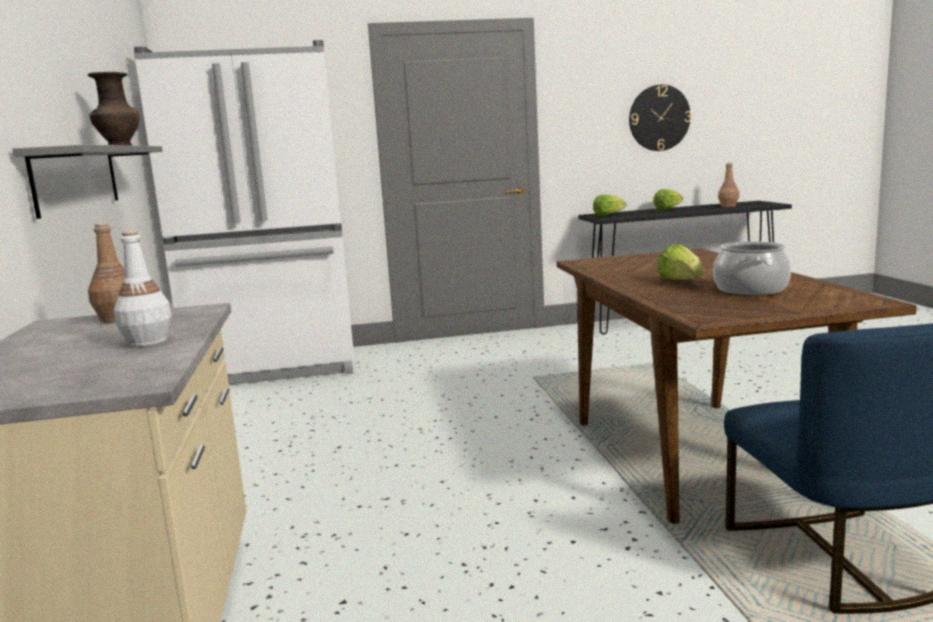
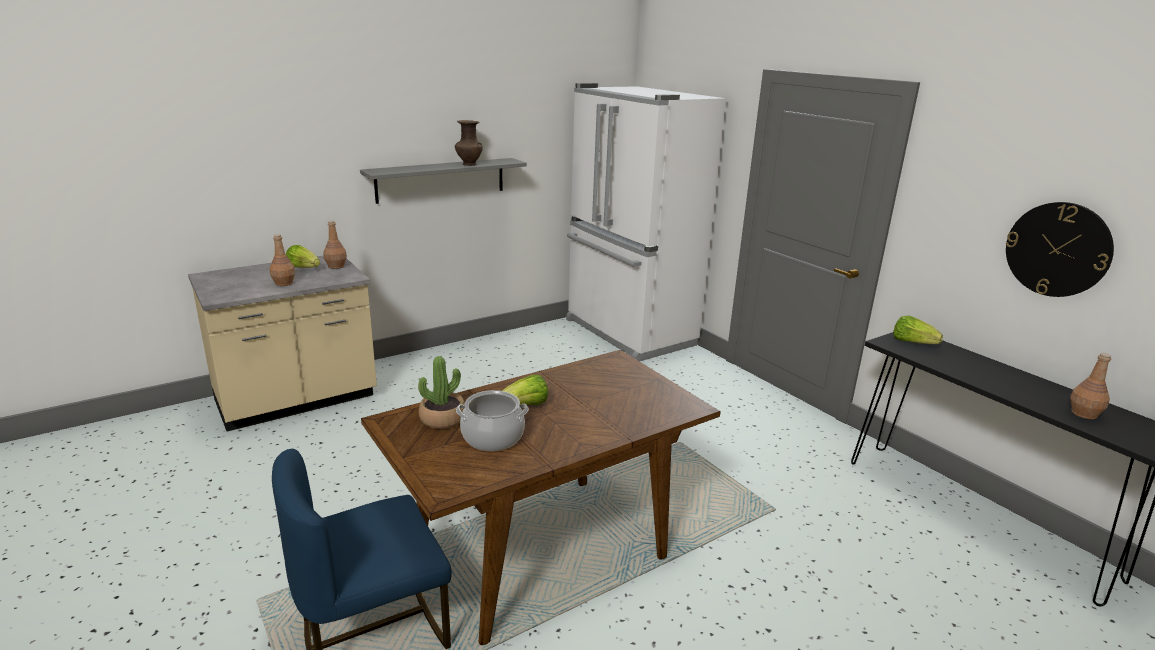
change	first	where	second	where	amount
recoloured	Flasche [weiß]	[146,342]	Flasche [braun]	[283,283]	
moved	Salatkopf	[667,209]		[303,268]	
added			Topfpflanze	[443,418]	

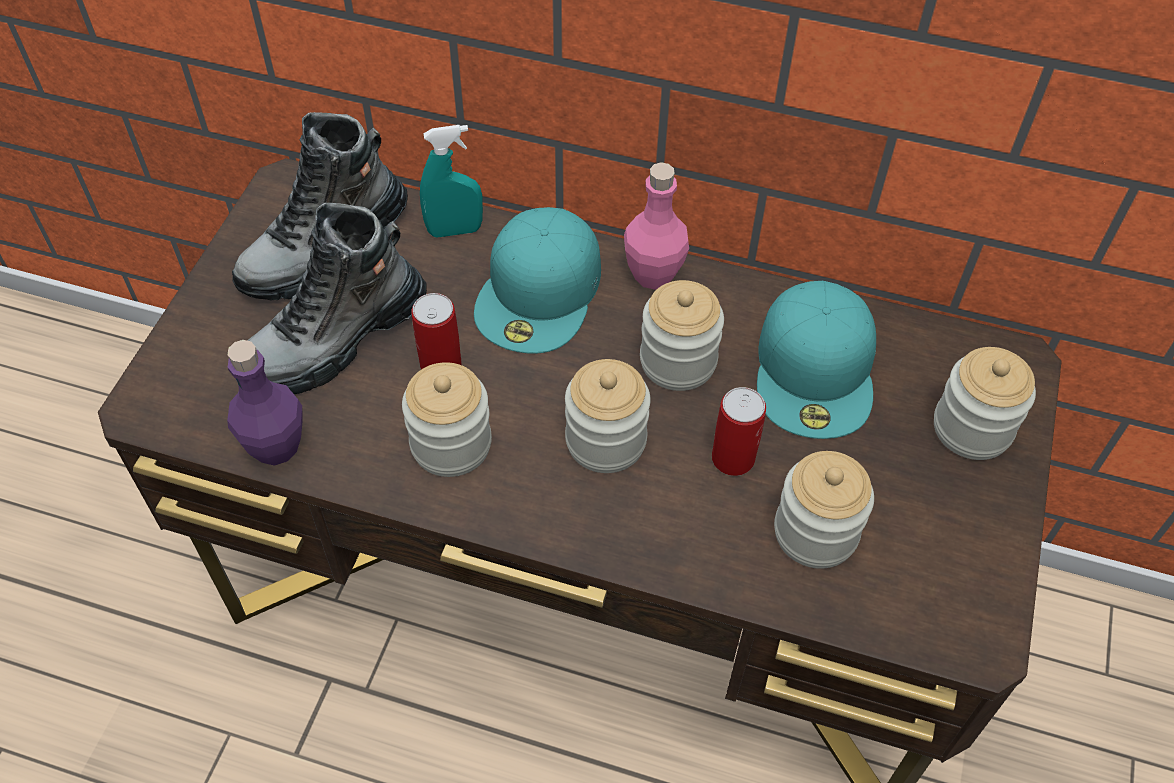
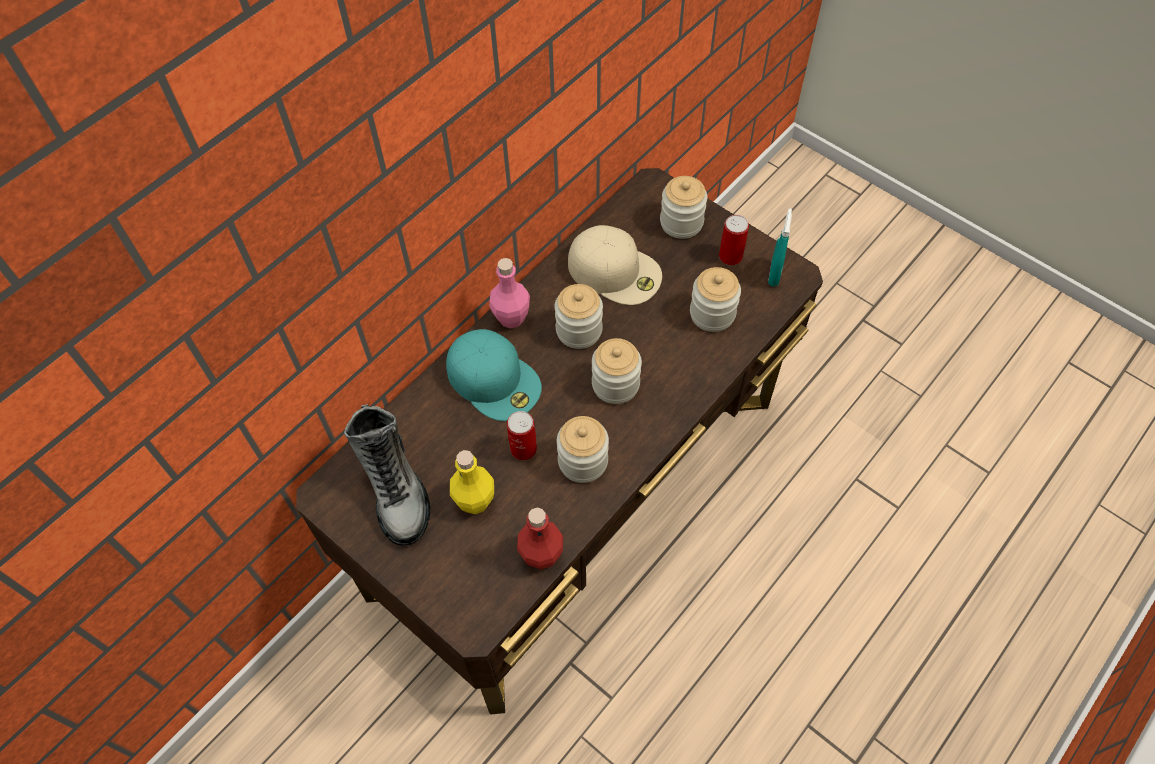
change	first	where	second	where	amount
recoloured	Flasche [lila]	[276,446]	Flasche [rot]	[541,556]	
replaced	Stiefel	[334,340]	Flasche [gelb]	[475,501]	
moved	Sprühflasche [türkis]	[454,230]		[774,274]	
moved	Dose	[733,458]		[730,256]	
recoloured	Kappe [türkis]	[816,370]	Kappe [beige]	[615,270]	

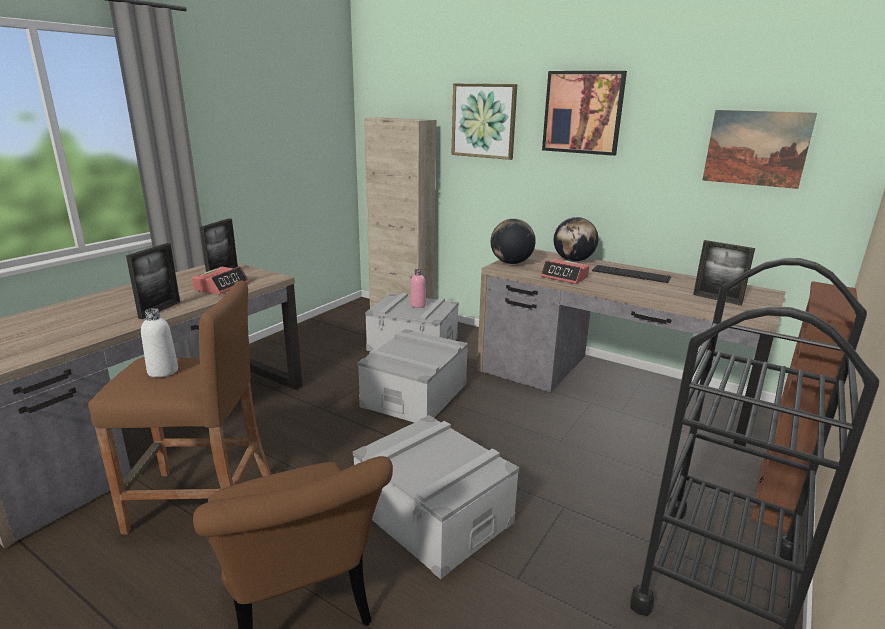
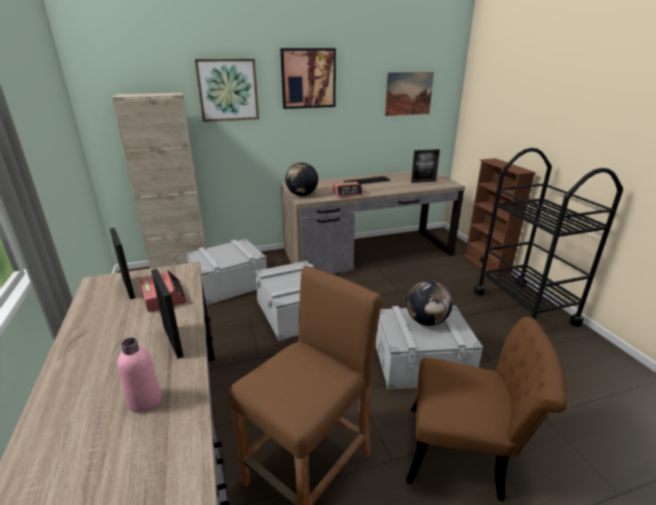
change	first	where	second	where	amount
removed	Flasche [weiß]	[163,371]			
moved	Flasche [rosa]	[418,305]		[145,401]	
moved	Globus	[573,260]		[426,321]	

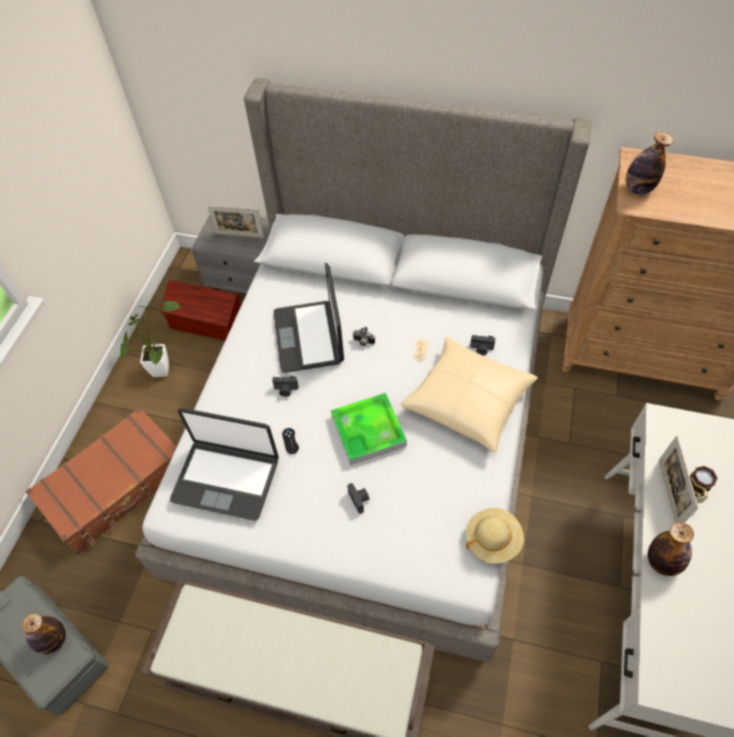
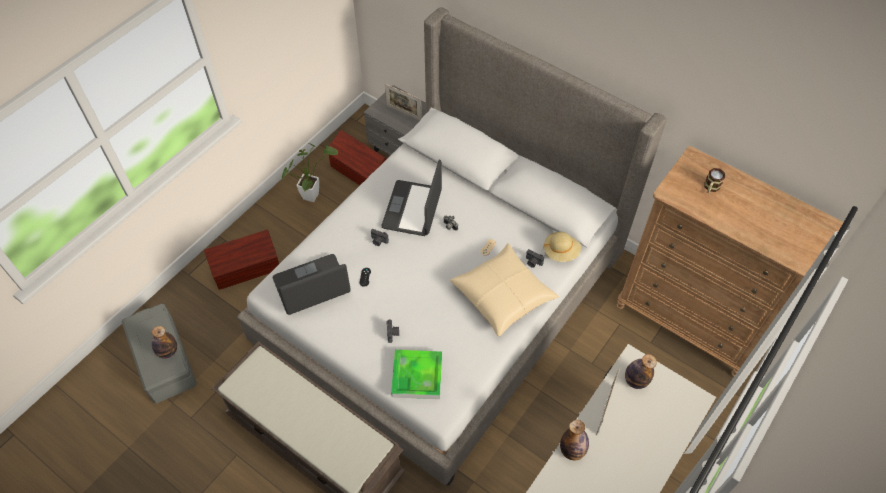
change	first	where	second	where	amount
replaced	Koffer [braun]	[116,485]	Aufbewahrungsbox [braun]	[247,269]	
turned	Laptop	[226,478]		[312,286]	120 degrees clockwise
moved	Tablett	[368,431]		[417,376]	
moved	Hut [beige]	[492,540]		[561,251]	
moved	Flasche	[638,189]		[635,380]	
moved	Henkelbecher	[696,491]		[710,188]	

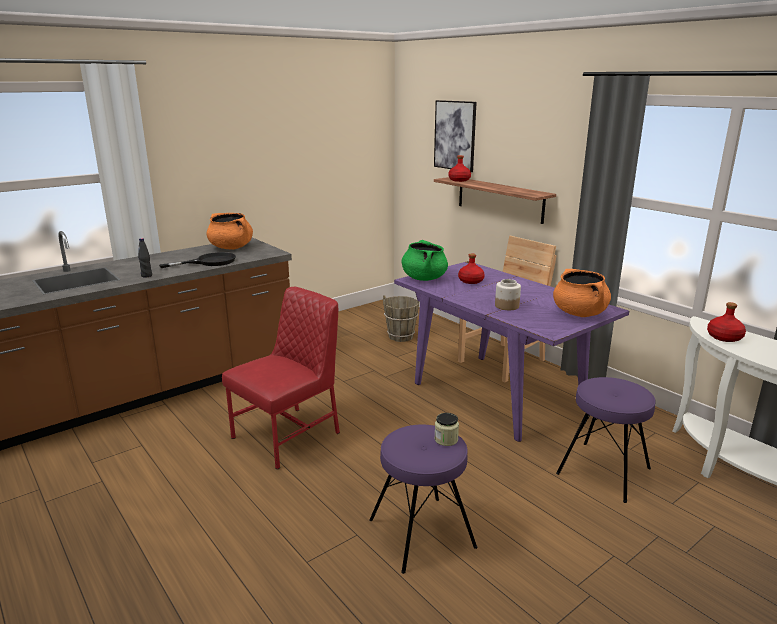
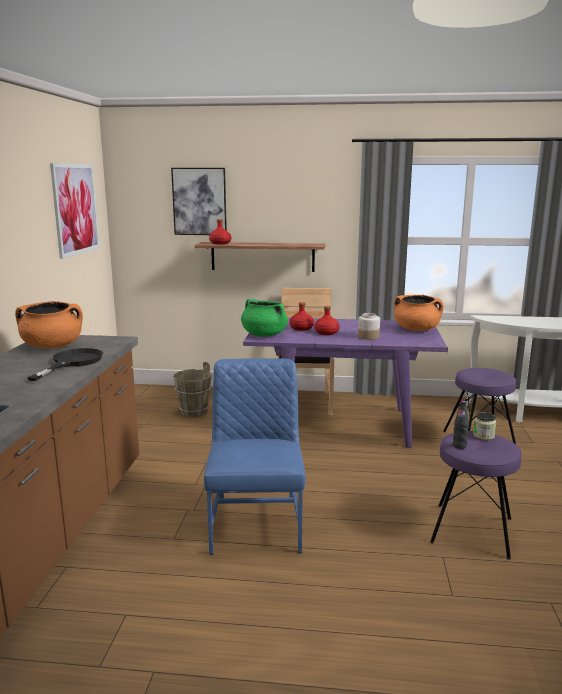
change	first	where	second	where	amount
moved	Flasche [schwarz]	[146,276]		[459,446]	
recoloured	Stuhl [rot]	[289,435]	Stuhl [blau]	[256,524]	
moved	Flasche [rot]	[724,337]		[326,333]	
added			Bild	[75,209]	

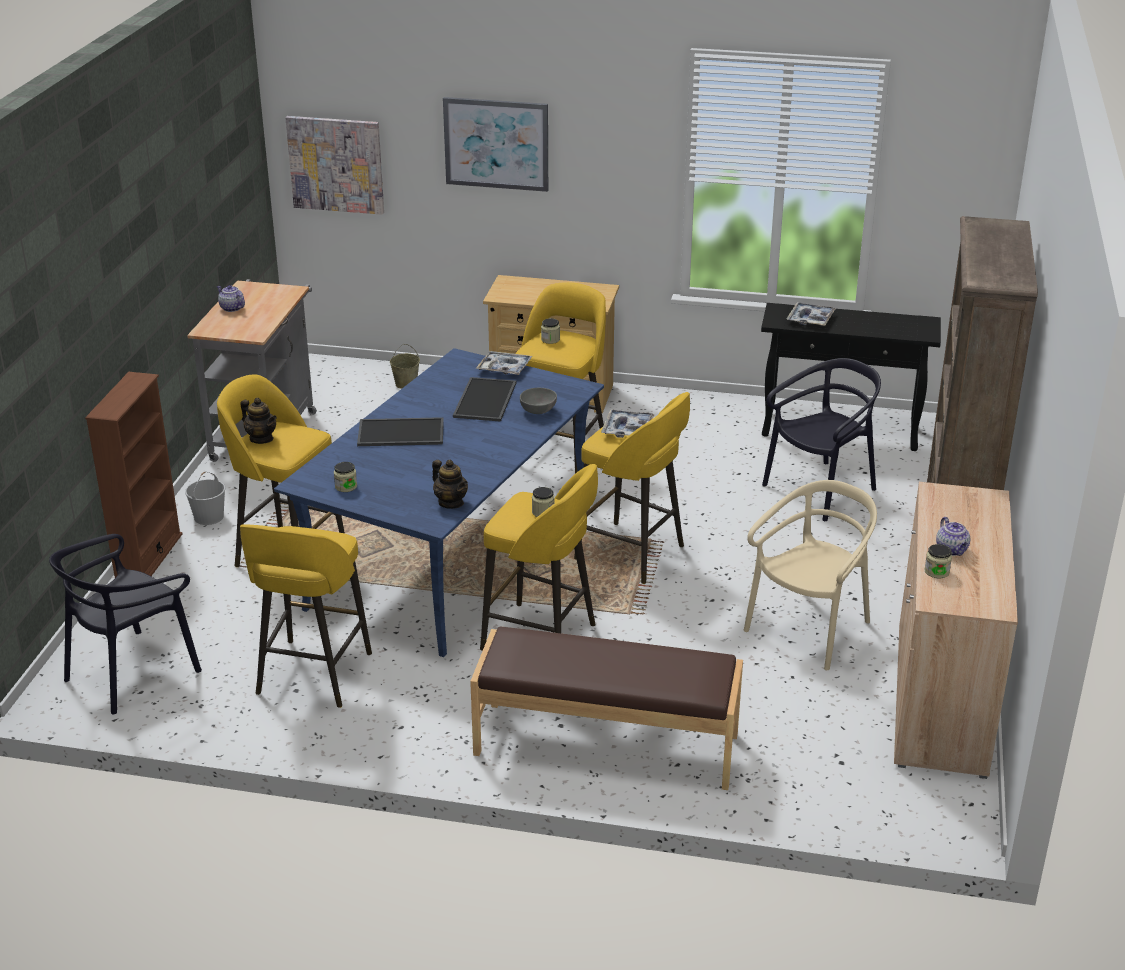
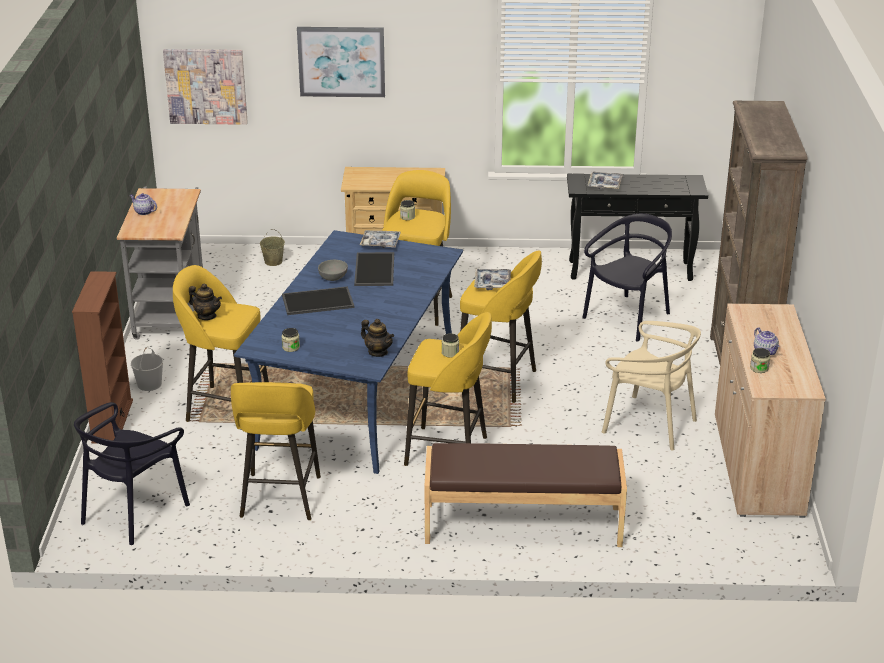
change	first	where	second	where	amount
moved	Schüssel [grau]	[539,411]		[333,278]	
turned	Stuhl [beige]	[809,630]		[649,424]	90 degrees clockwise

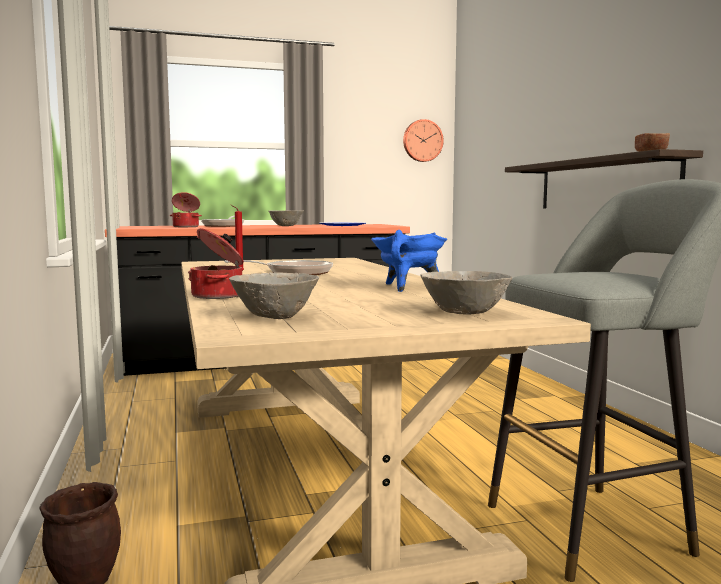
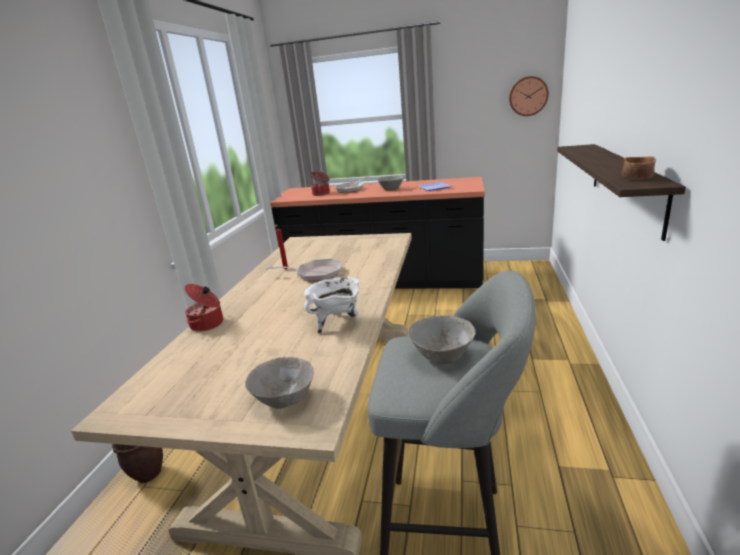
change	first	where	second	where	amount
moved	Schüssel [grau]	[276,316]		[443,356]	
recoloured	Kochtopf [blau]	[407,287]	Kochtopf [weiß]	[337,323]	

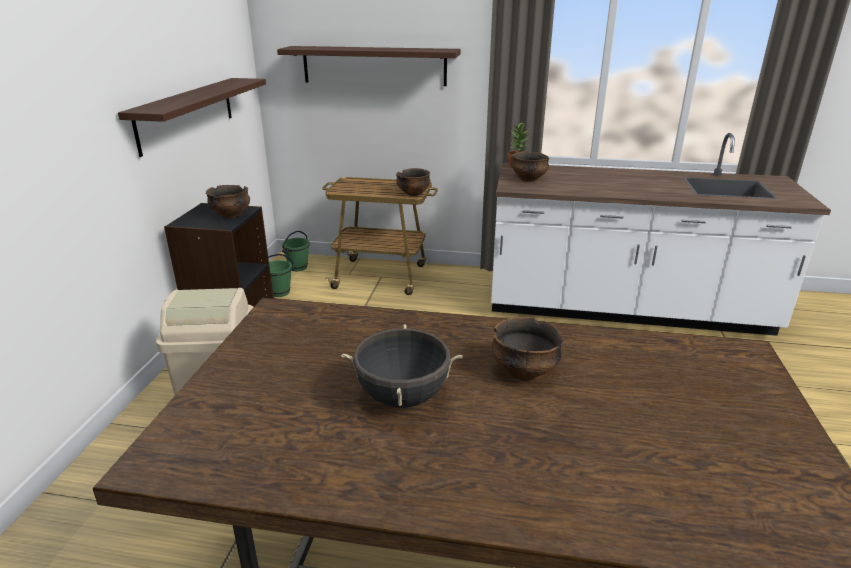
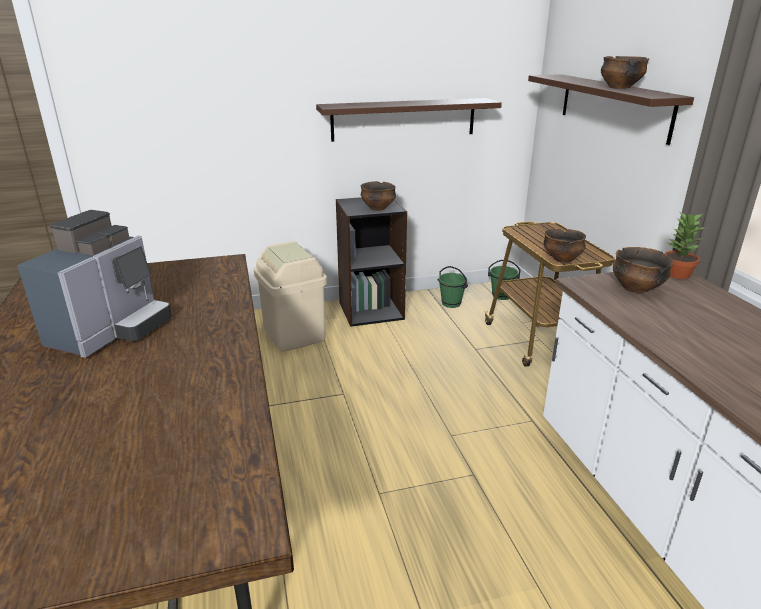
change	first	where	second	where	amount
replaced	Kochtopf [schwarz]	[402,397]	Kaffeemaschine	[111,331]	
moved	Schüssel	[523,371]		[619,87]	

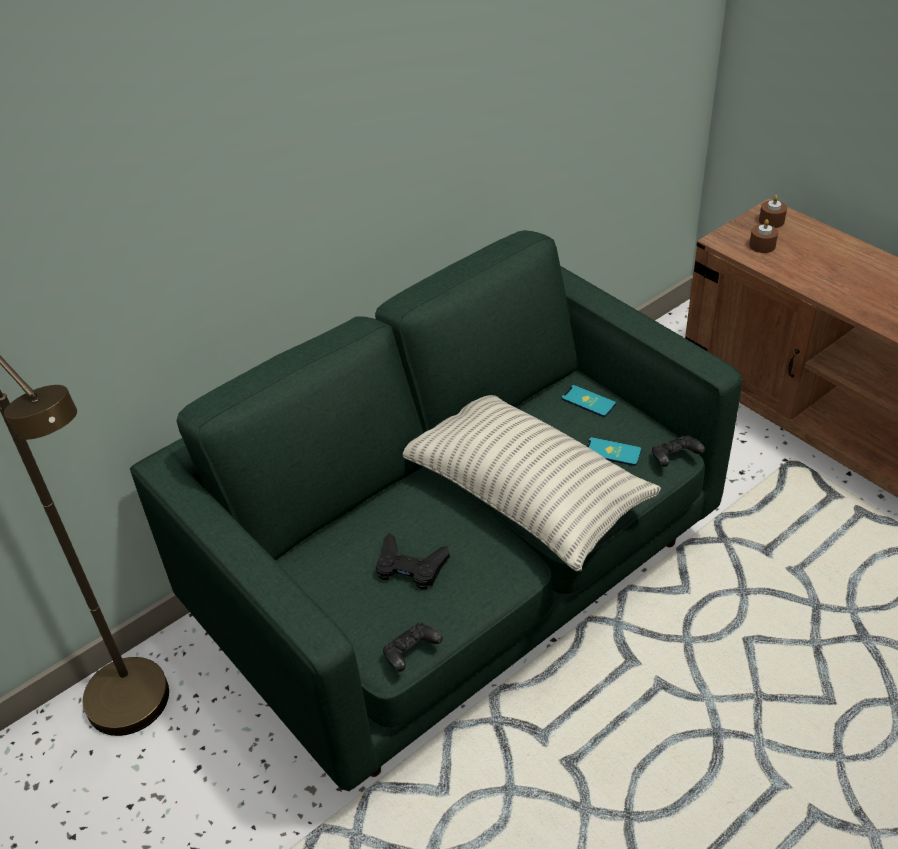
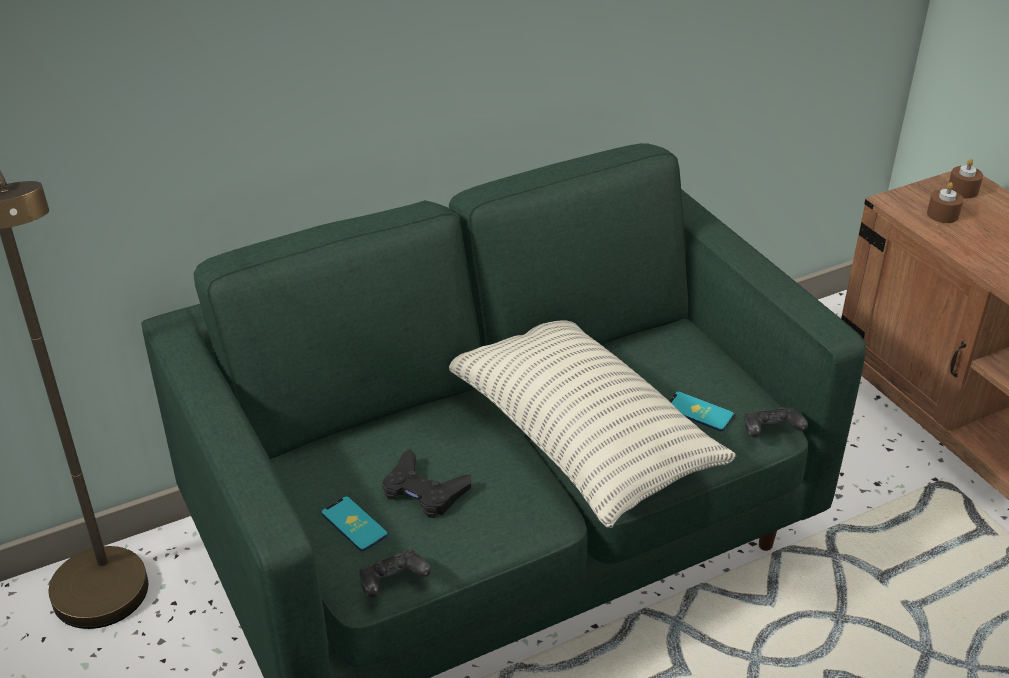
change	first	where	second	where	amount
moved	Handy	[588,401]		[354,524]	

